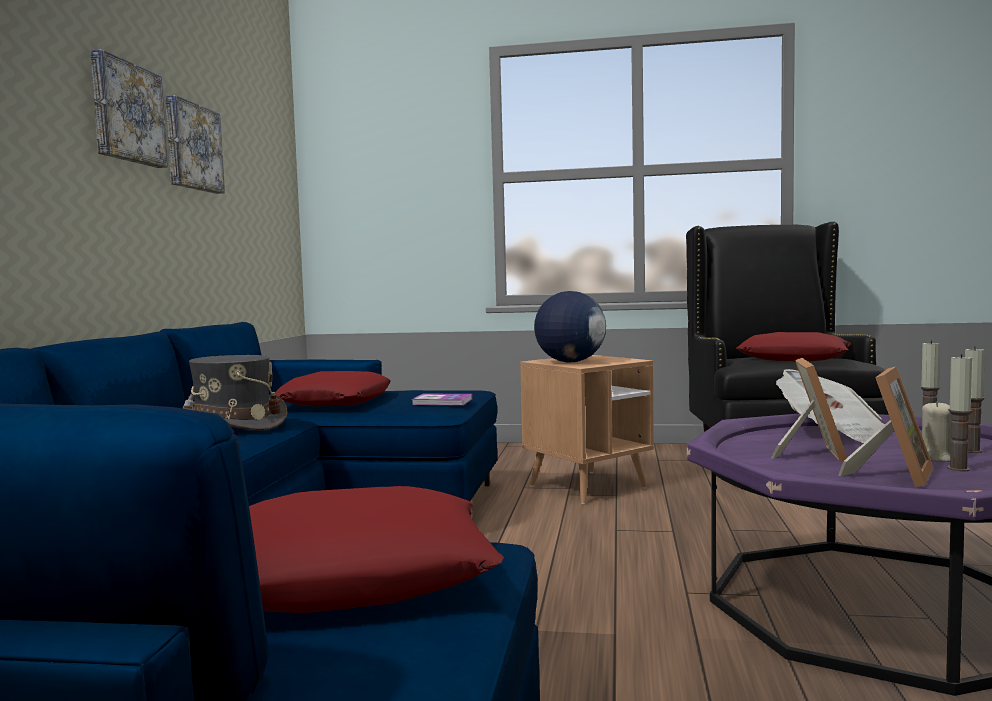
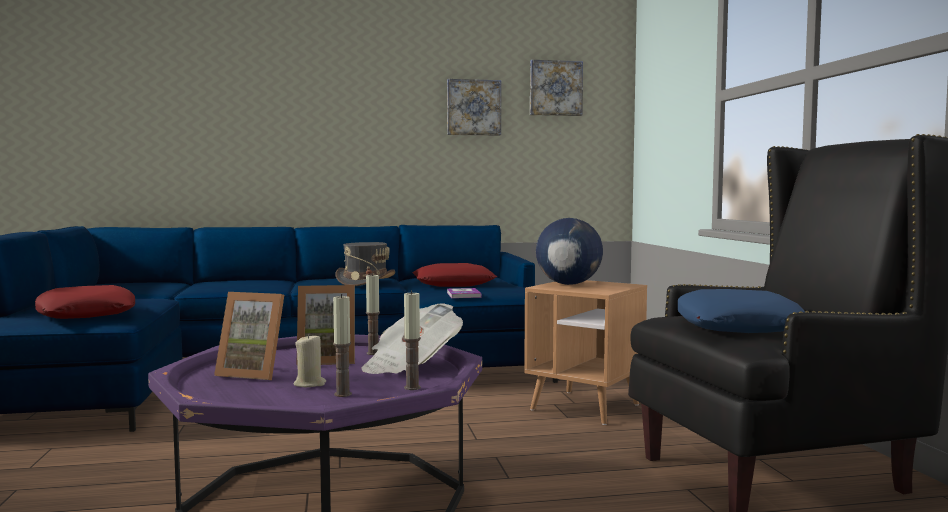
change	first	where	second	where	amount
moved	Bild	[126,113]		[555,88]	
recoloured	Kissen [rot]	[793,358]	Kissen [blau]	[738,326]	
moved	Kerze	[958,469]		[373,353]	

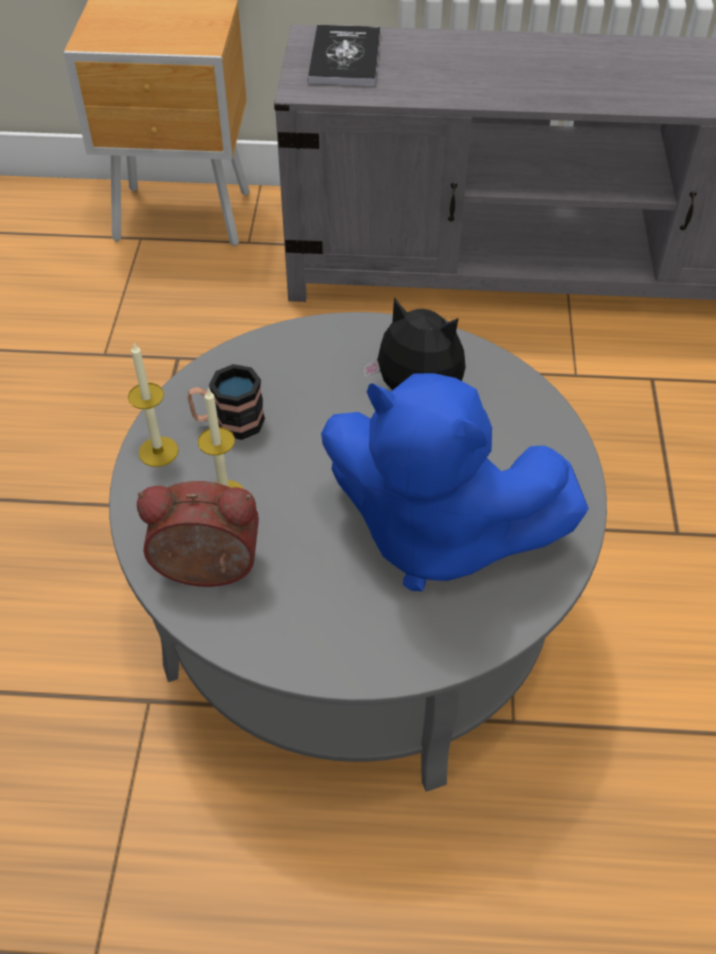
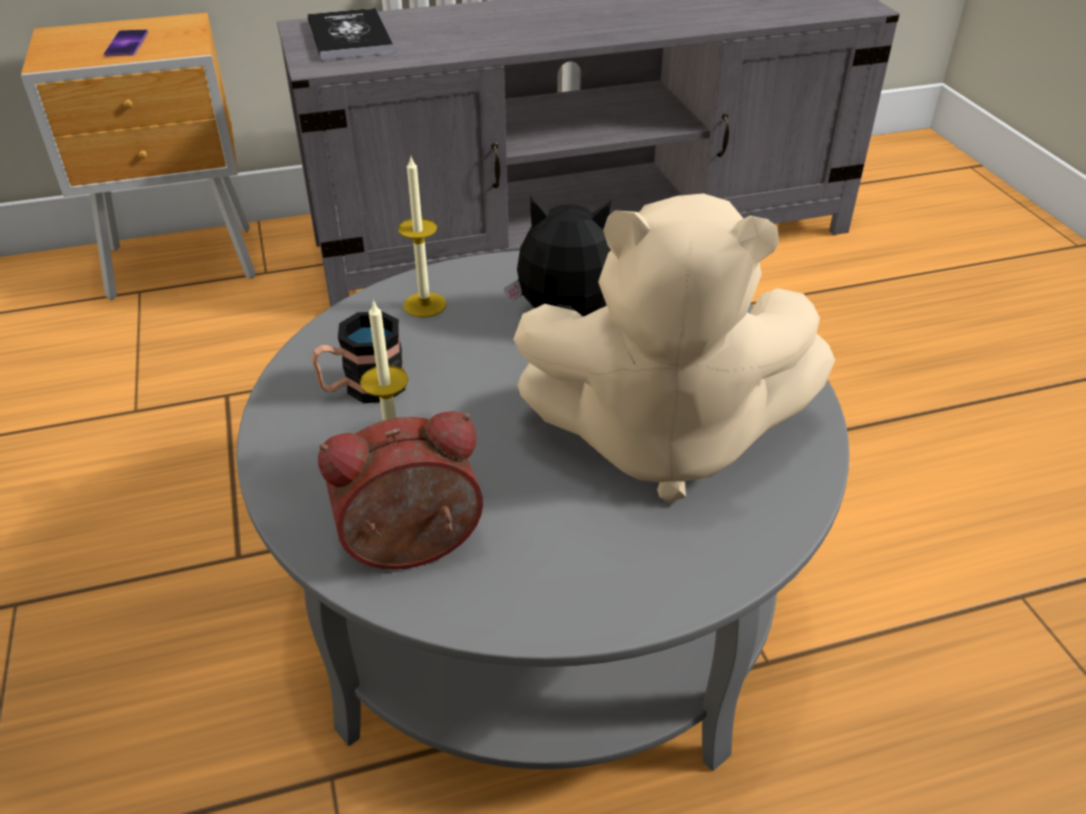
change	first	where	second	where	amount
moved	Kerze	[158,451]		[424,305]	
recoloured	Plüschtier [blau]	[436,533]	Plüschtier [beige]	[662,439]	
added			Handy	[126,43]	

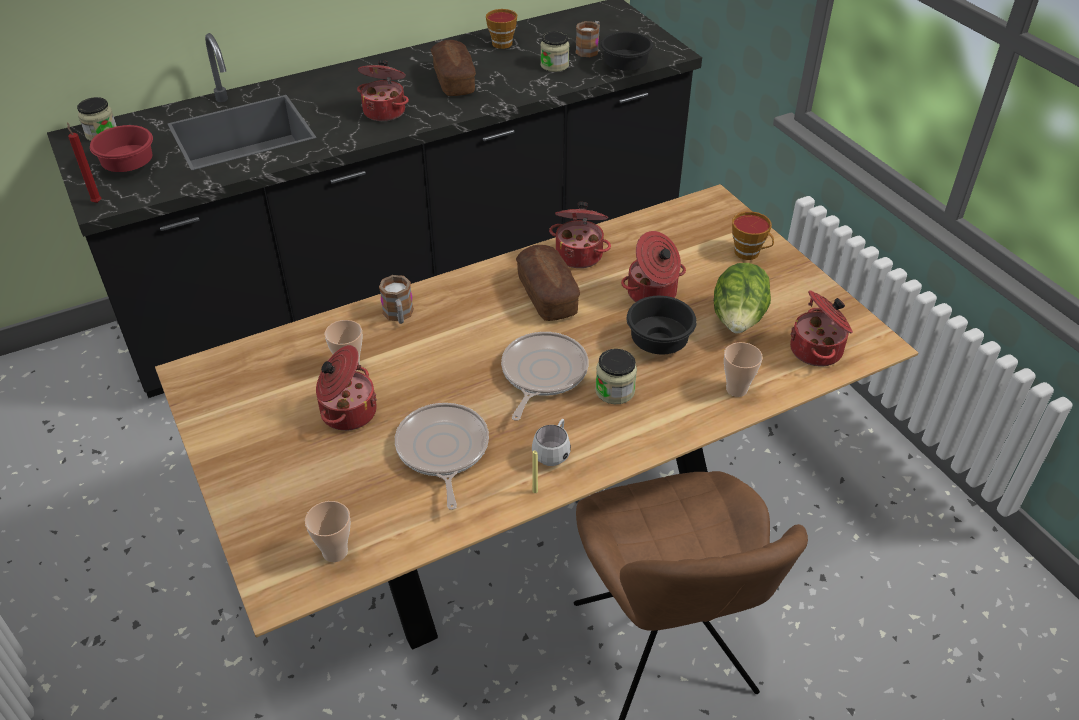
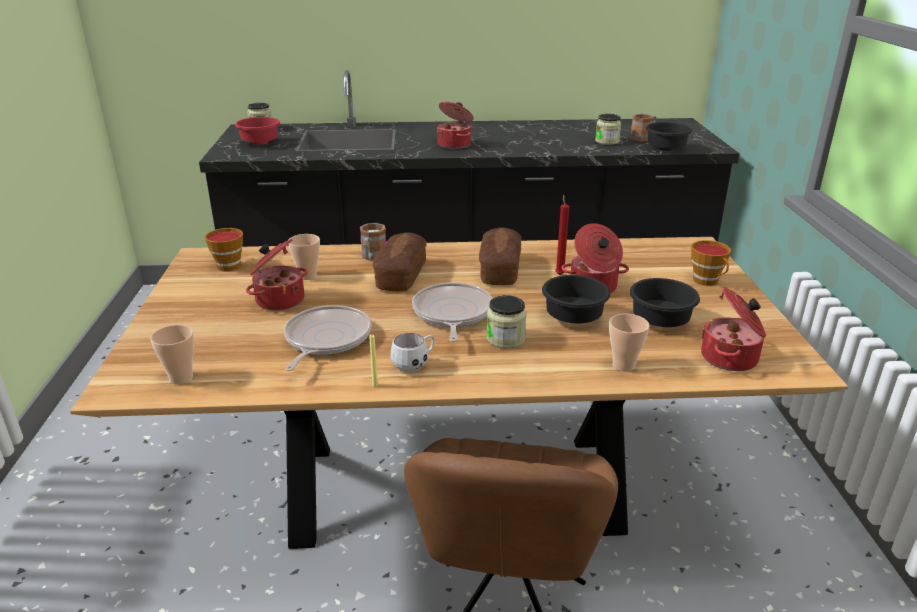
change	first	where	second	where	amount
moved	Kerze [rot]	[97,201]		[559,274]	
moved	Brot	[454,80]		[401,275]	
moved	Tasse	[501,42]		[230,265]	
turned	Pfanne	[542,374]		[452,314]	45 degrees counterclockwise
removed	Kochtopf	[579,254]			
replaced	Salatkopf	[738,321]	Schüssel [schwarz]	[662,321]	

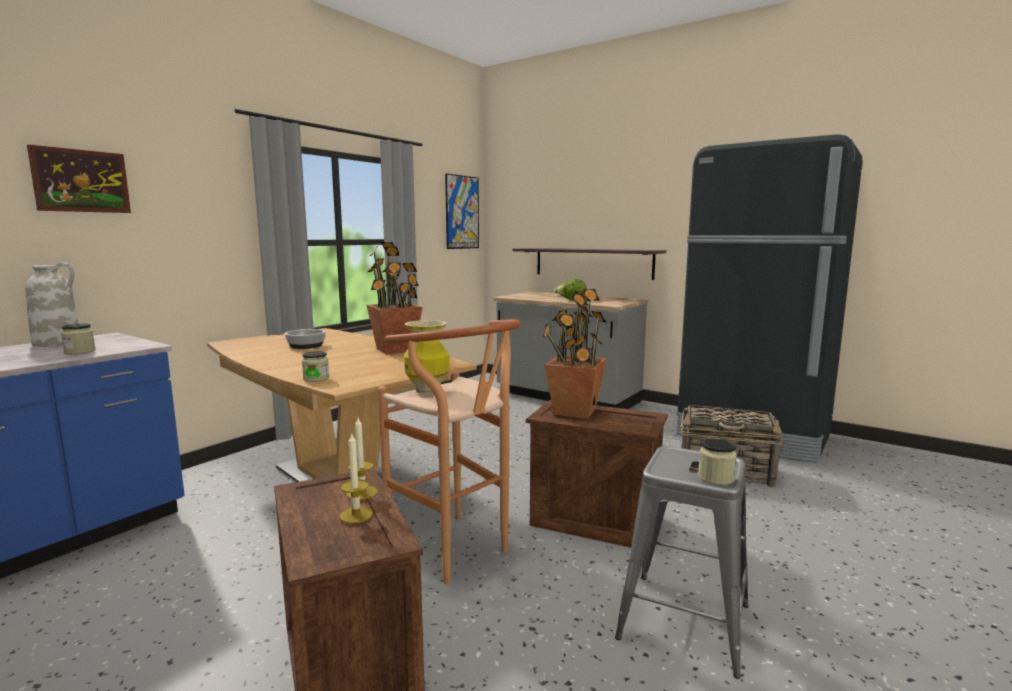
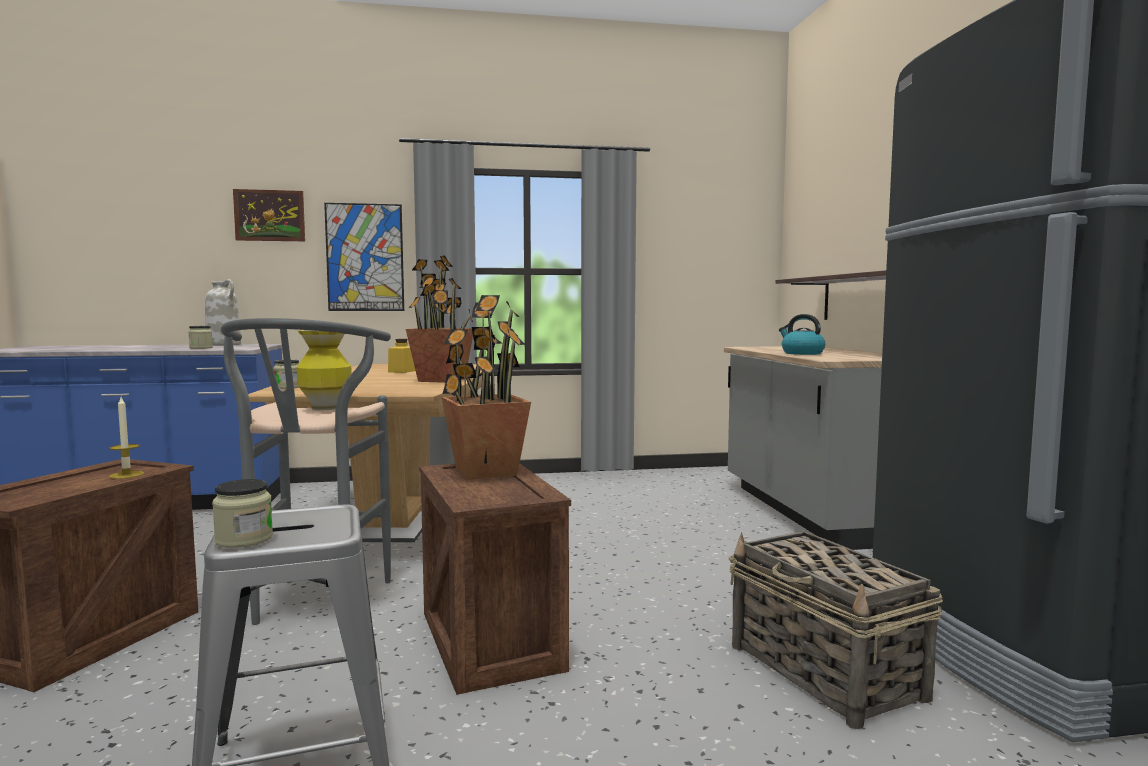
change	first	where	second	where	amount
replaced	Schüssel	[306,346]	Vorratsglas [gelb]	[402,371]	
removed	Kerze	[356,515]			
recoloured	Hocker [braun]	[457,554]	Hocker [grau]	[316,607]	
moved	Bild	[462,212]		[365,257]	
replaced	Salatkopf	[571,300]	Wasserkessel	[801,353]	

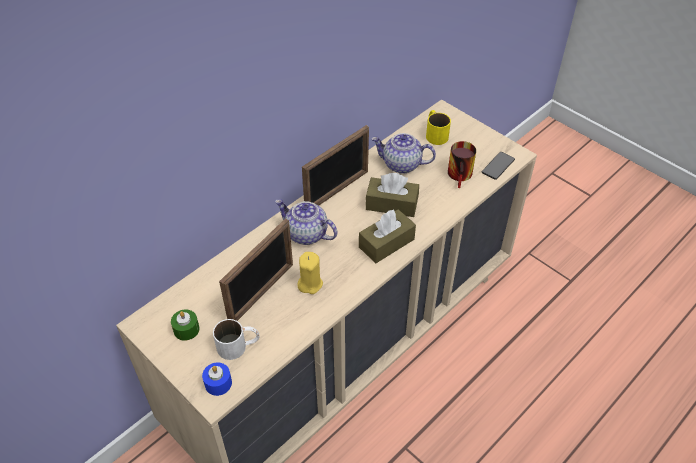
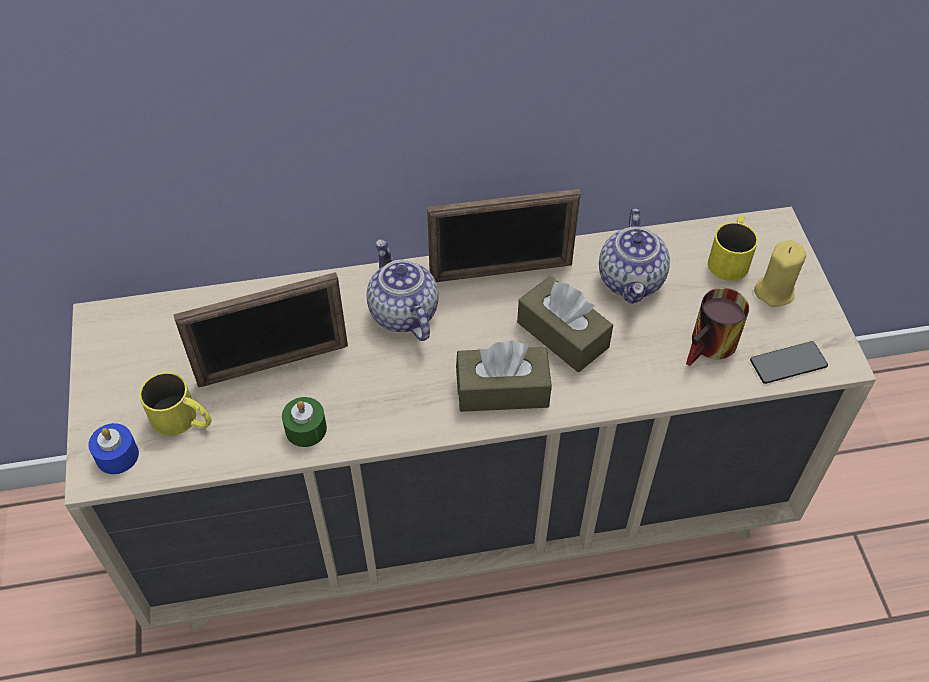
change	first	where	second	where	amount
moved	Kerze [grün]	[186,329]		[306,429]	
recoloured	Henkelbecher [weiß]	[238,345]	Henkelbecher [gelb]	[183,420]	
moved	Kerze [gelb]	[310,284]		[774,291]	
turned	Teekanne	[401,164]		[632,280]	135 degrees counterclockwise

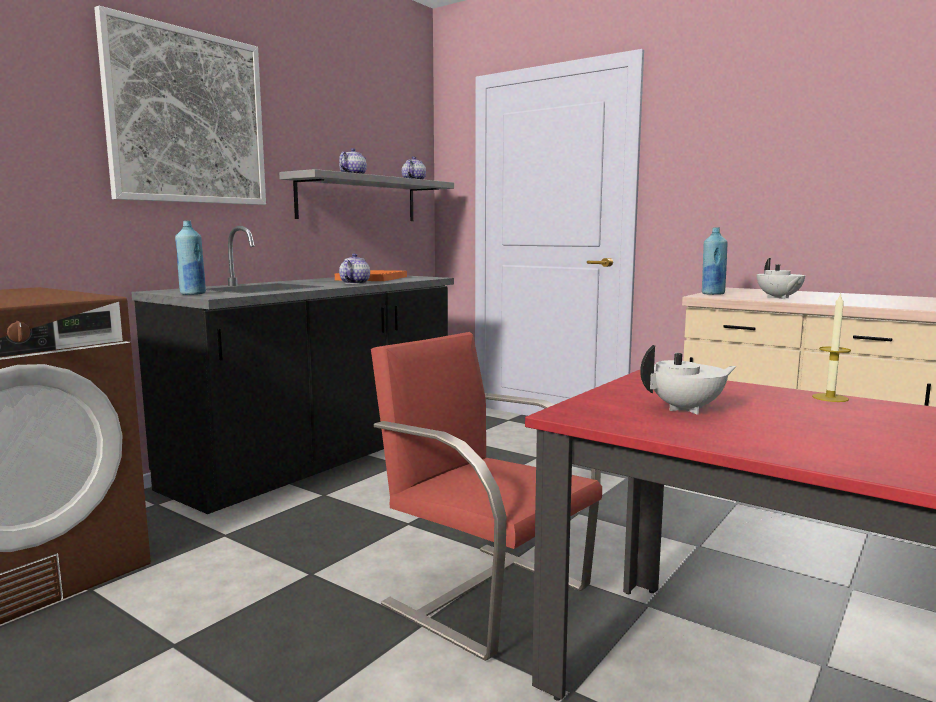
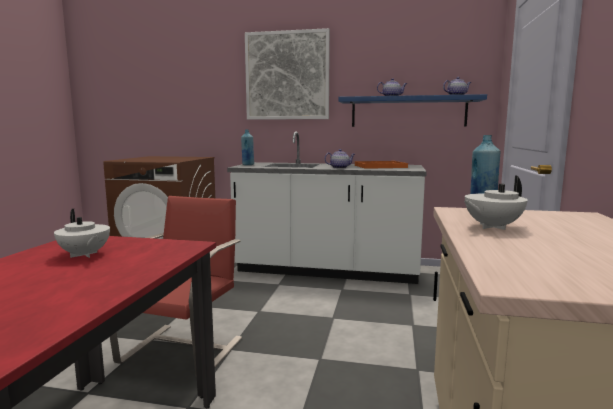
change	first	where	second	where	amount
recoloured	Küchenzeile [schwarz]	[320,458]	Küchenzeile [weiß]	[326,271]	
recoloured	Wandregal [grau]	[358,199]	Wandregal [blau]	[408,112]	
removed	Kerze	[830,398]			

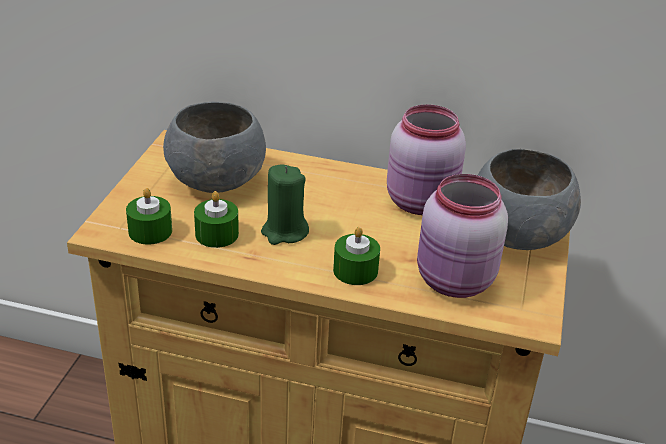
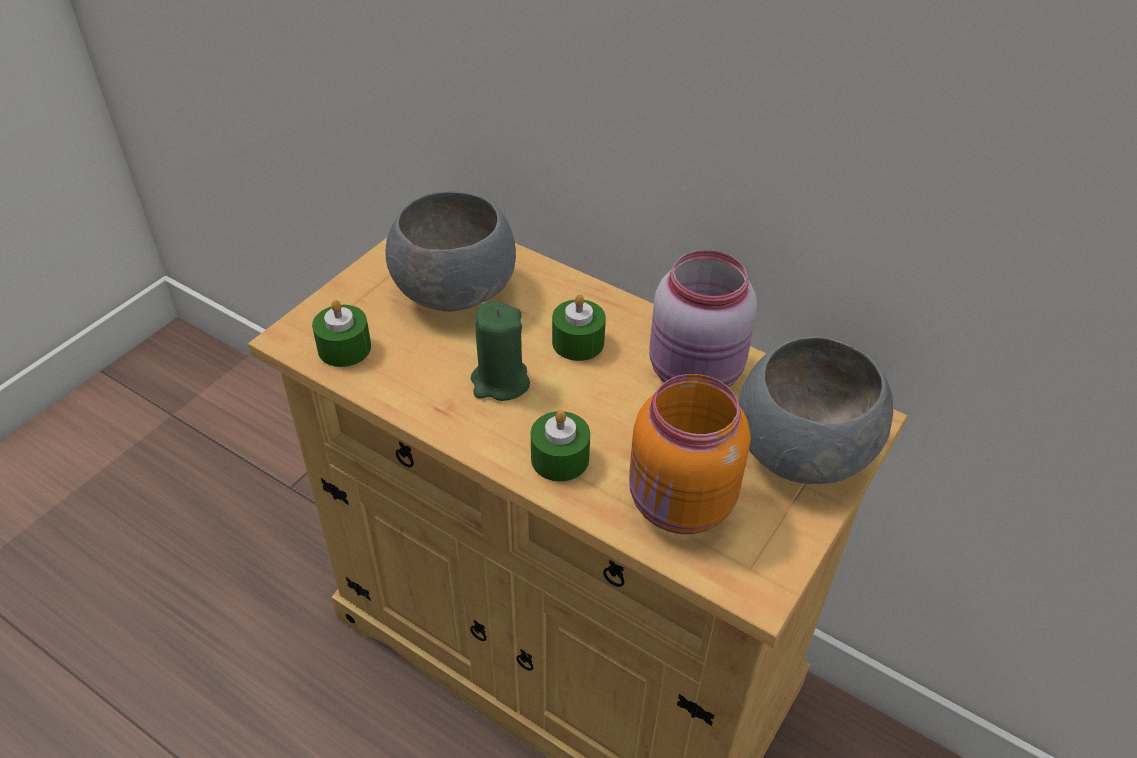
change	first	where	second	where	amount
moved	Kerze [grün]	[217,234]		[578,342]	
recoloured	Vorratsglas [rosa]	[454,282]	Vorratsglas [orange]	[679,505]	

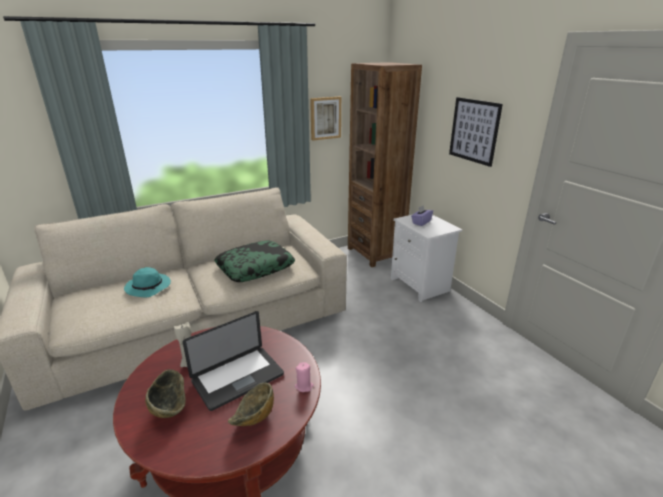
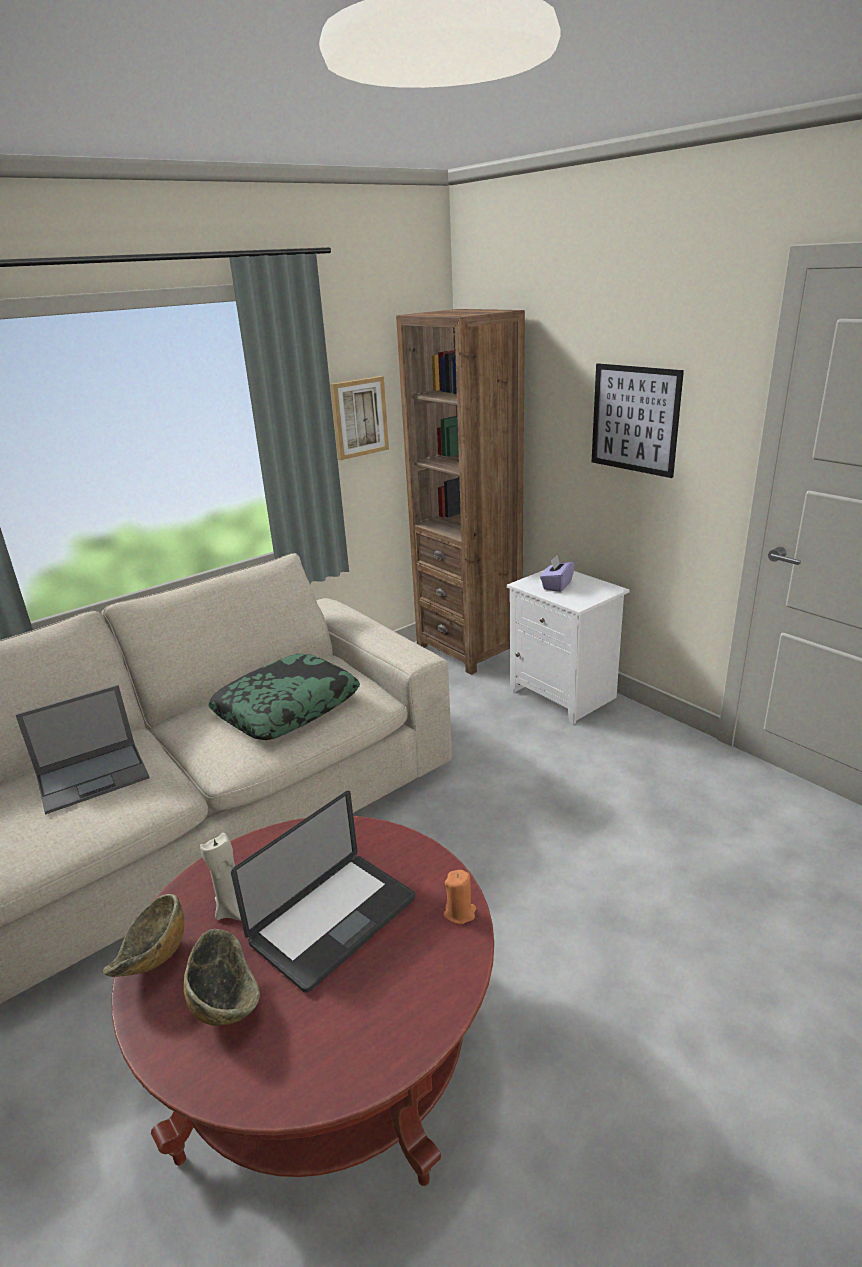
change	first	where	second	where	amount
replaced	Hut [türkis]	[149,287]	Laptop	[94,776]	
moved	Schüssel	[253,419]		[153,961]	
recoloured	Kerze [rosa]	[304,386]	Kerze [orange]	[460,913]	

